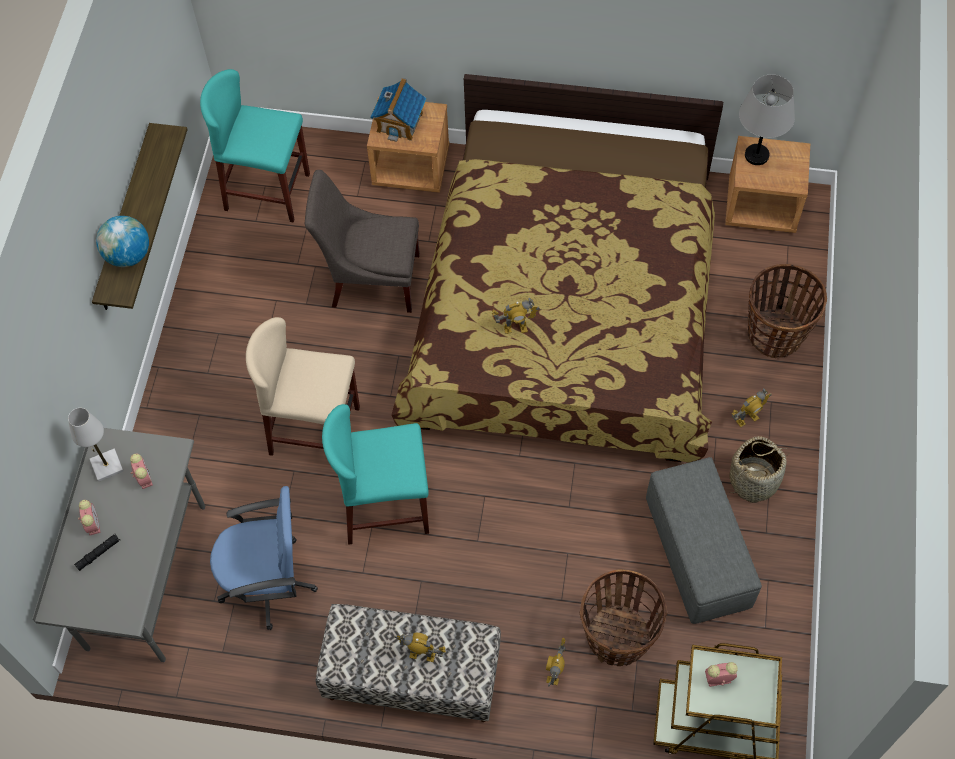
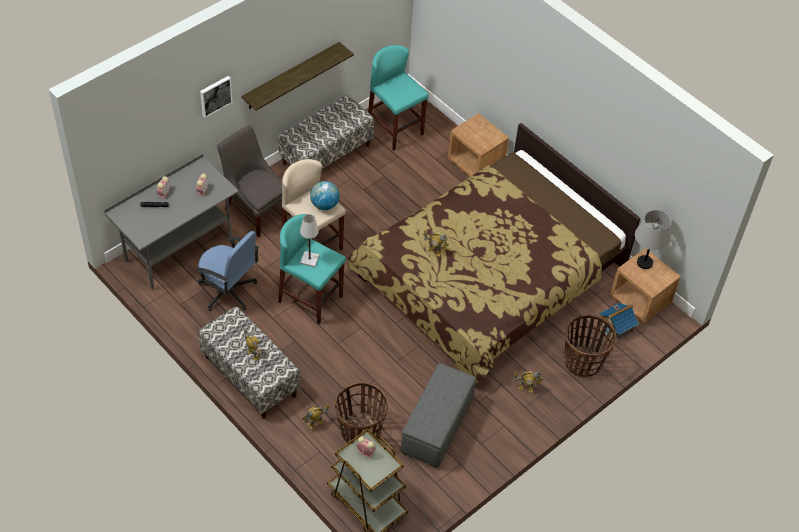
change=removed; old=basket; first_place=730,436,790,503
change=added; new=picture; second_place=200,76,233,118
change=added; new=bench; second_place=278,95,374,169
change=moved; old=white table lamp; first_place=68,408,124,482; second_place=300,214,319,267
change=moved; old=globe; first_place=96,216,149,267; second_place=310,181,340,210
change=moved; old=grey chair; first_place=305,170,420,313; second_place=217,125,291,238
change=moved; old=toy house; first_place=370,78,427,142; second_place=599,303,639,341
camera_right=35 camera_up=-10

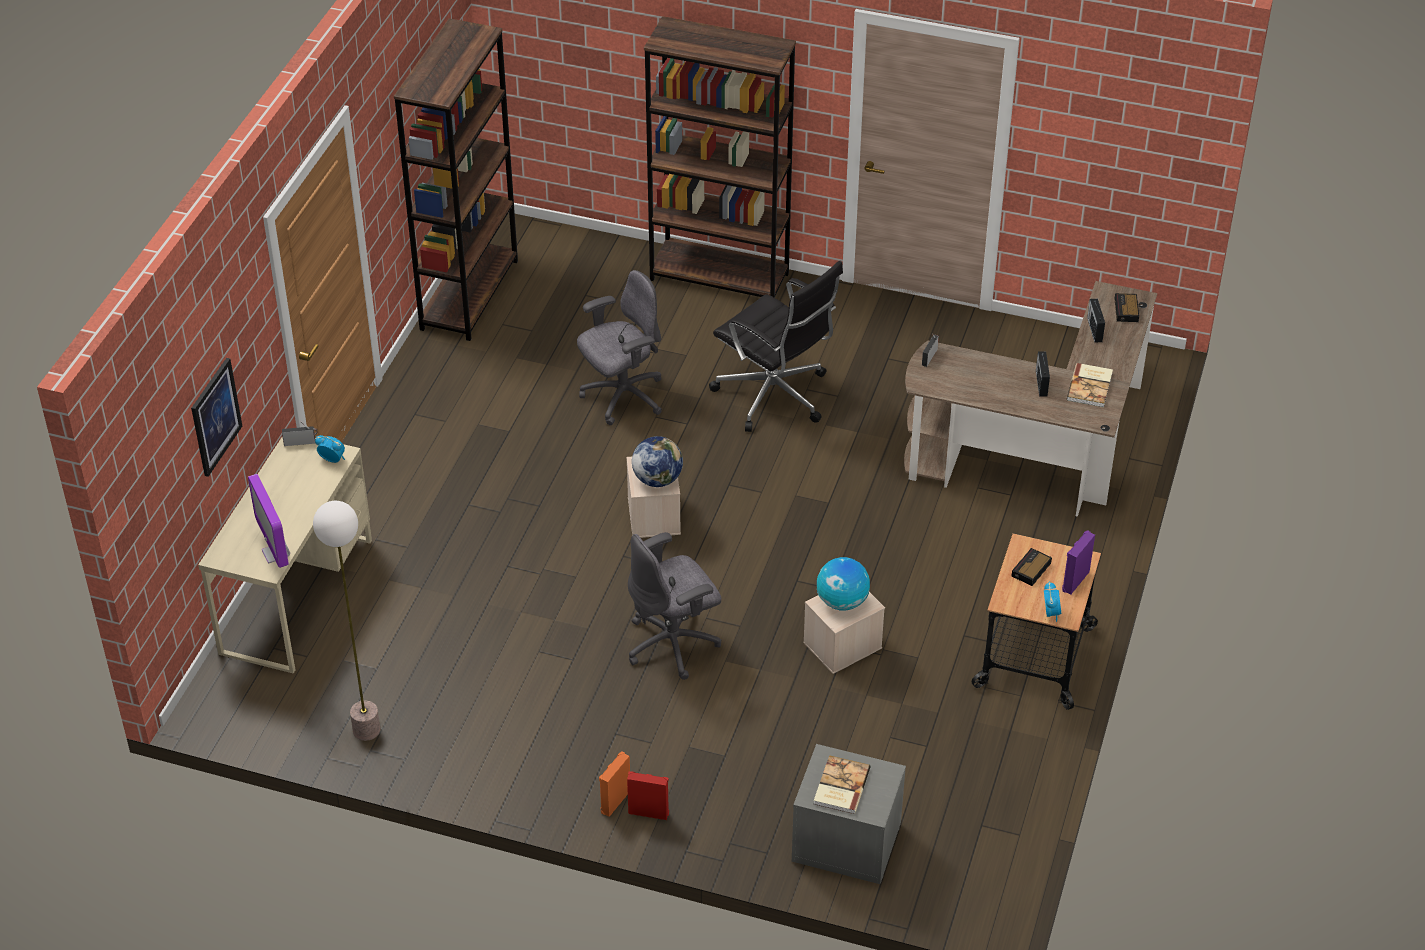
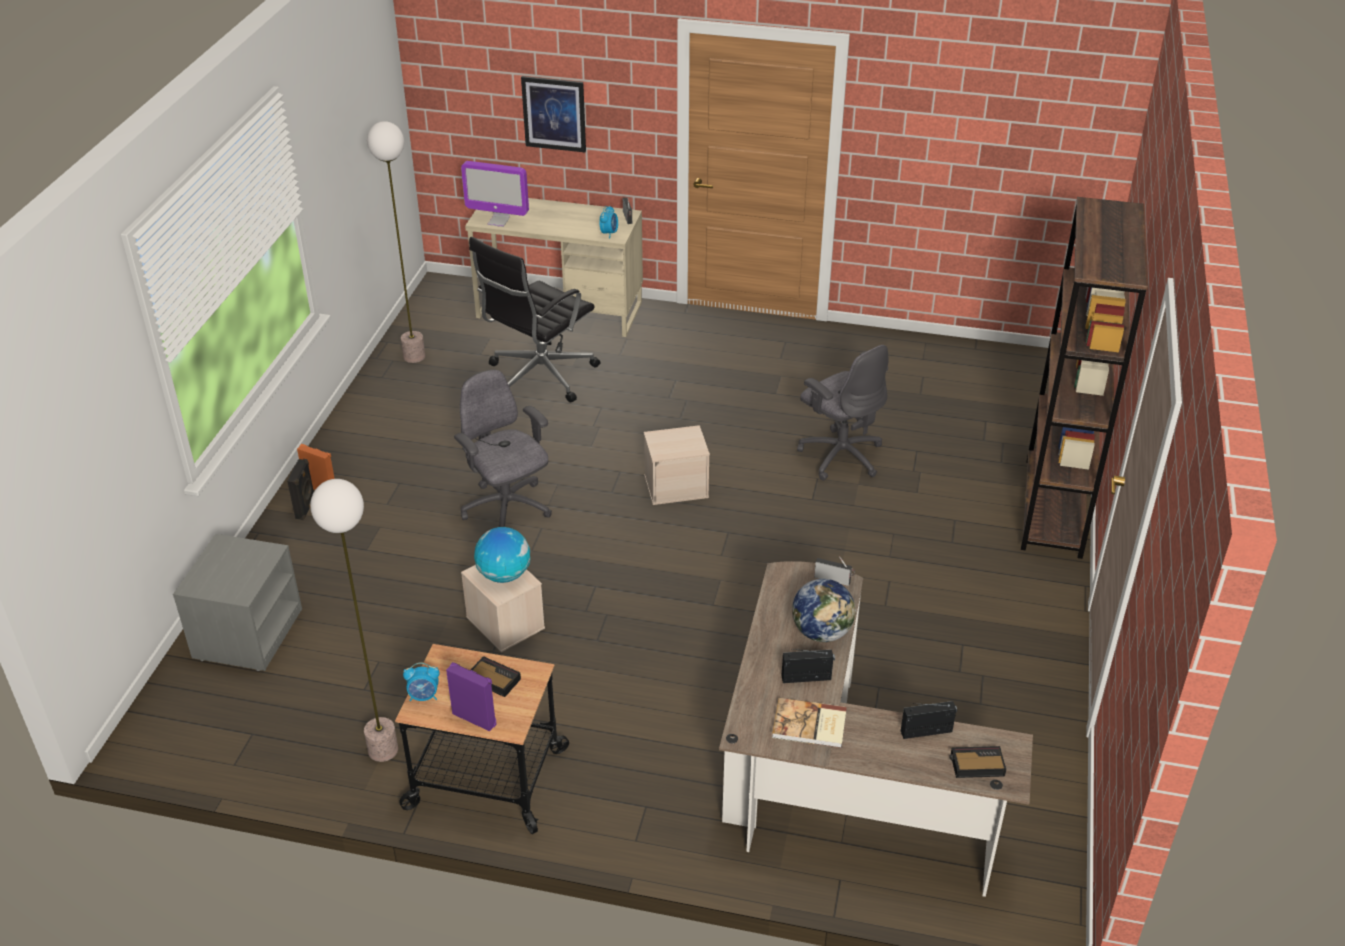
change=removed; old=brown bookcase; first_place=394,18,518,341
change=removed; old=book; first_place=814,755,871,814
change=added; new=floor lamp; second_place=310,479,398,762
change=moved; old=globe; first_place=632,436,683,487; second_place=792,579,856,642
change=moved; old=black office chair; first_place=709,261,843,432; second_place=469,237,600,402
change=recoloured; old=red speaker; new=black speaker; first_place=627,771,669,820; second_place=287,459,314,520
change=turned; old=monitor; first_place=248,474,290,568; second_place=461,161,529,227; degrees=-135
camera_right=85 camera_up=-5

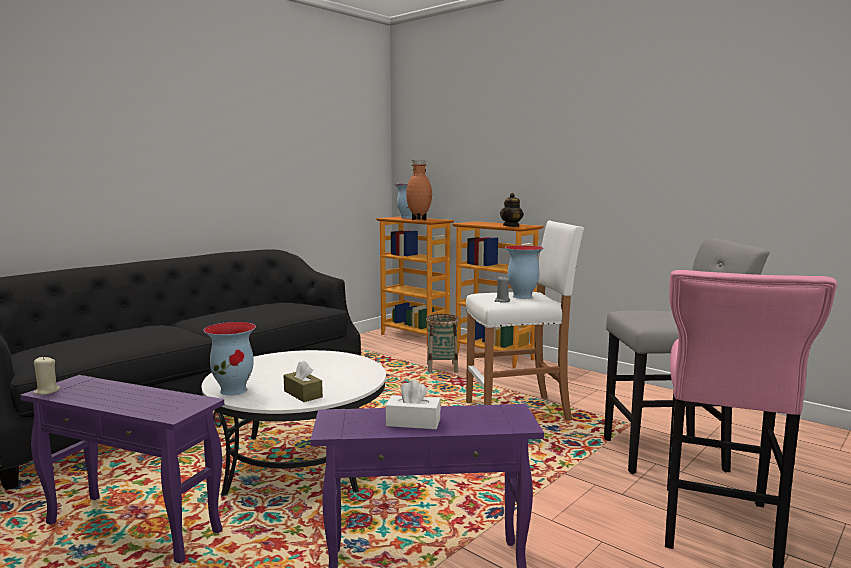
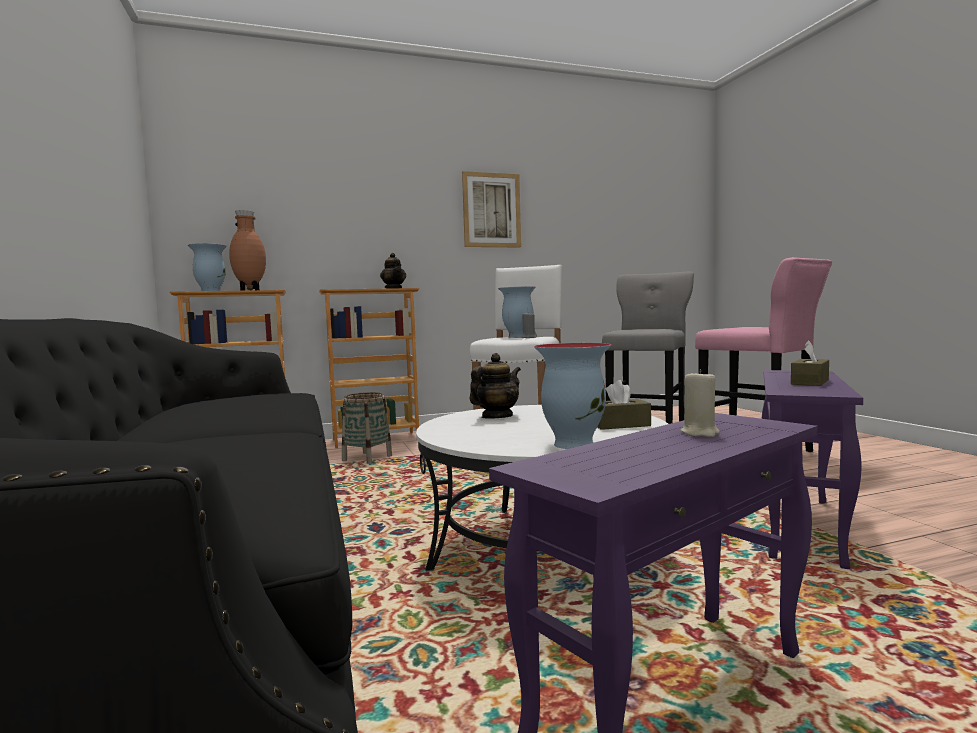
change=added; new=picture; second_place=462,171,521,247
change=added; new=teapot; second_place=469,353,521,418
change=moved; old=beige candle; first_place=33,356,60,395; second_place=680,369,720,437
change=recoloured; old=white tissue box; new=brown tissue box; first_place=385,380,441,429; second_place=791,341,829,386
camera_right=-60 camera_up=-5

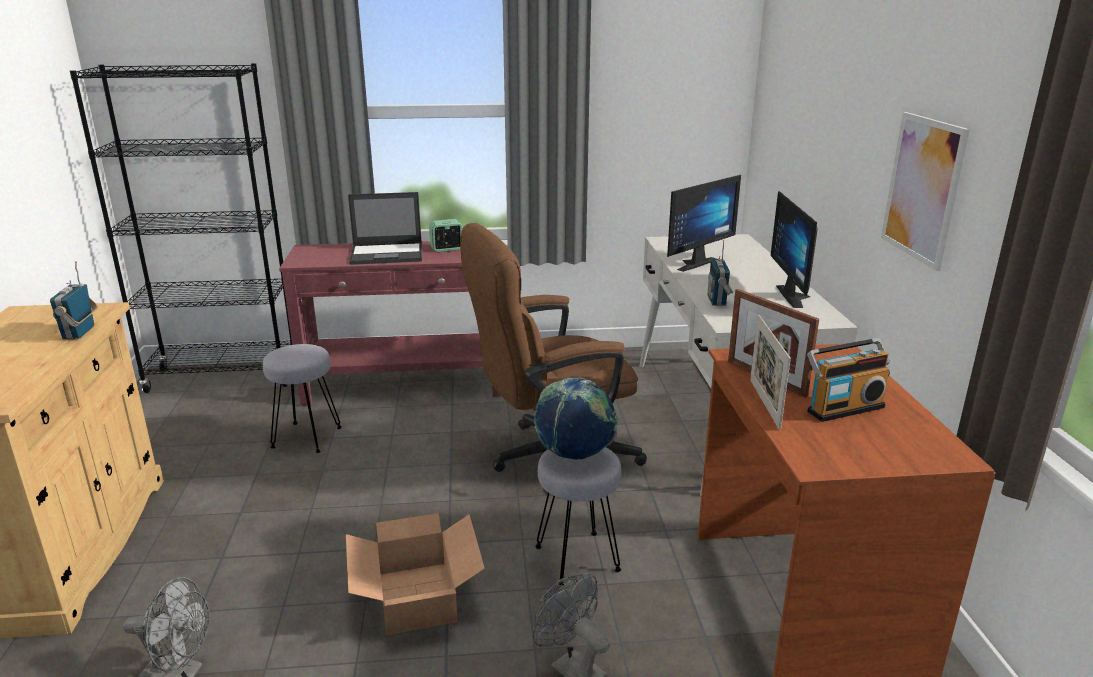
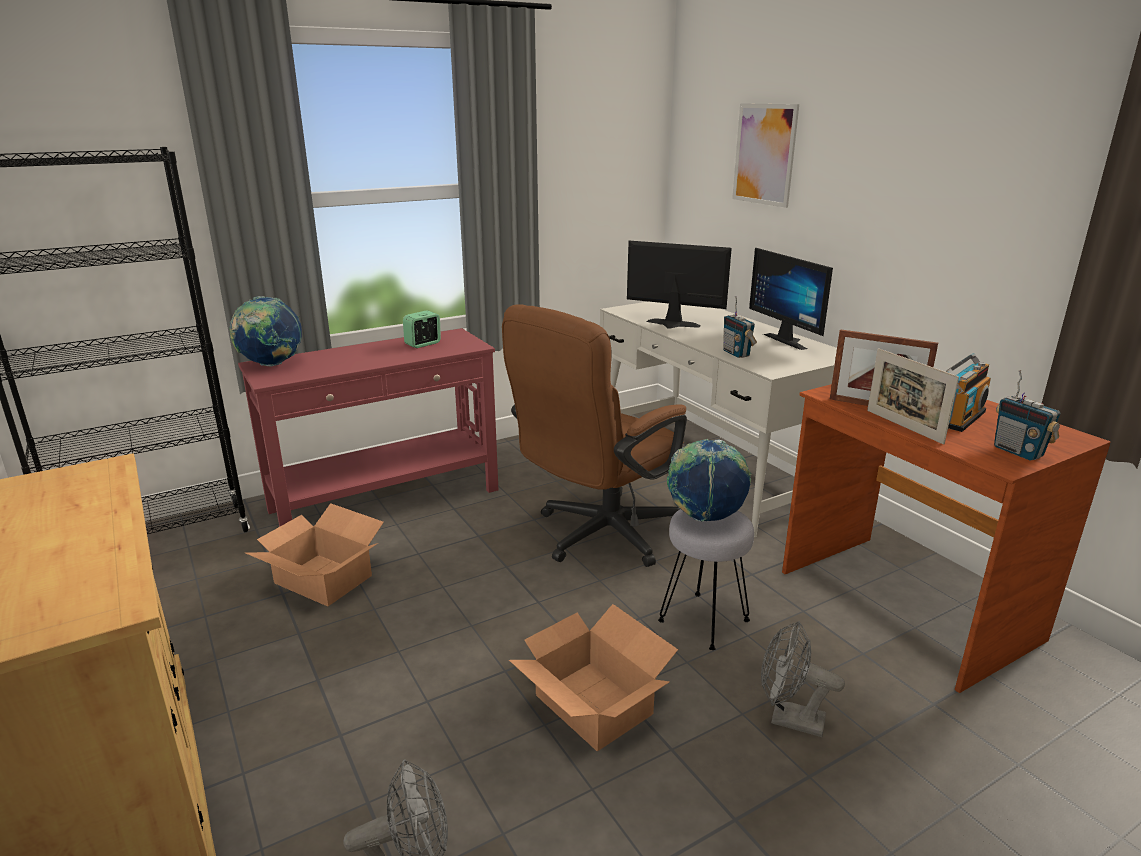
change=removed; old=laptop; first_place=348,192,422,265
change=added; new=globe; second_place=230,296,302,367
change=moved; old=radio; first_place=50,262,98,339; second_place=994,370,1061,461
change=moved; old=picture; first_place=881,112,970,271; second_place=732,103,799,208
change=replaced; old=grey stool; new=cardboard box; first_place=263,344,342,453; second_place=246,503,384,606
change=turned; old=monitor; first_place=667,175,741,272; second_place=627,241,732,329; degrees=-90
camera_right=-25 camera_up=0

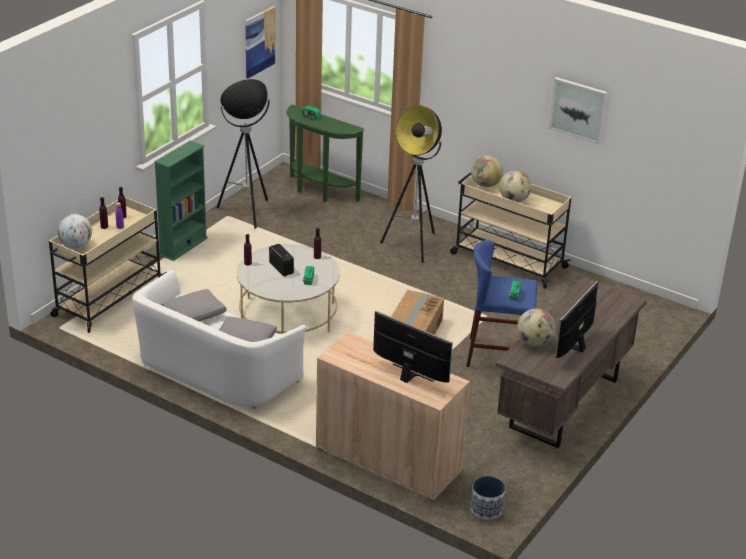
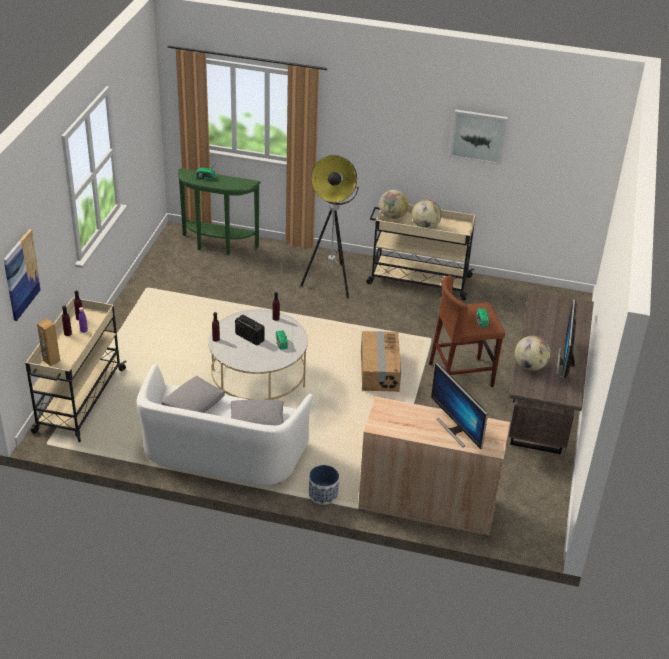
change=removed; old=green bookcase; first_place=154,141,208,261
change=removed; old=floor lamp; first_place=217,79,270,229
change=moved; old=picture; first_place=245,6,276,78; second_place=3,229,41,321
change=moved; old=planter; first_place=470,476,505,520; second_place=309,465,339,505
change=replaced; old=globe; new=brown speaker; first_place=57,214,92,248; second_place=37,319,60,366
change=recoloured; old=blue stool; new=brown stool; first_place=466,240,537,367; second_place=429,275,505,387
change=turned; old=monitor; first_place=373,311,453,383; second_place=431,363,488,449; degrees=-135
camera_right=-20 camera_up=5

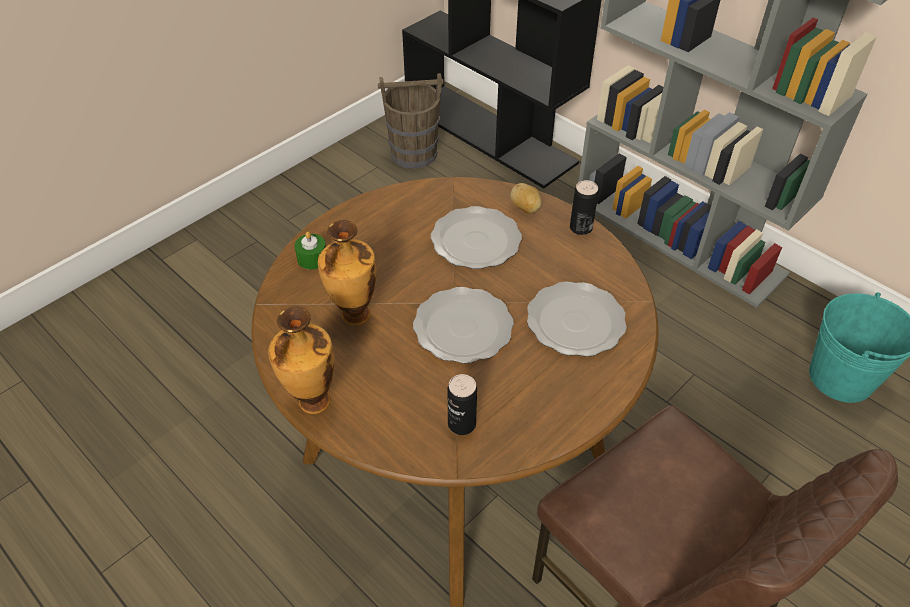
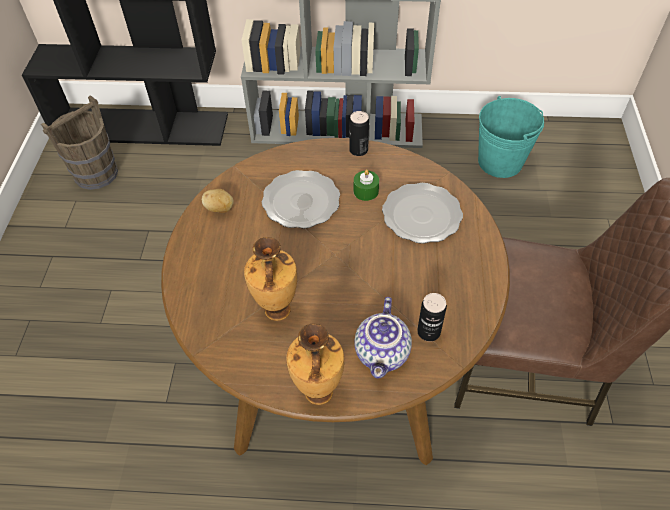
change=removed; old=plate; first_place=413,287,514,364
change=added; new=teapot; second_place=354,297,412,379
change=moved; old=green candle; first_place=294,232,326,270; second_place=354,169,379,201
change=moved; old=potato; first_place=510,183,542,214; second_place=202,189,234,213
camera_right=-40 camera_up=5

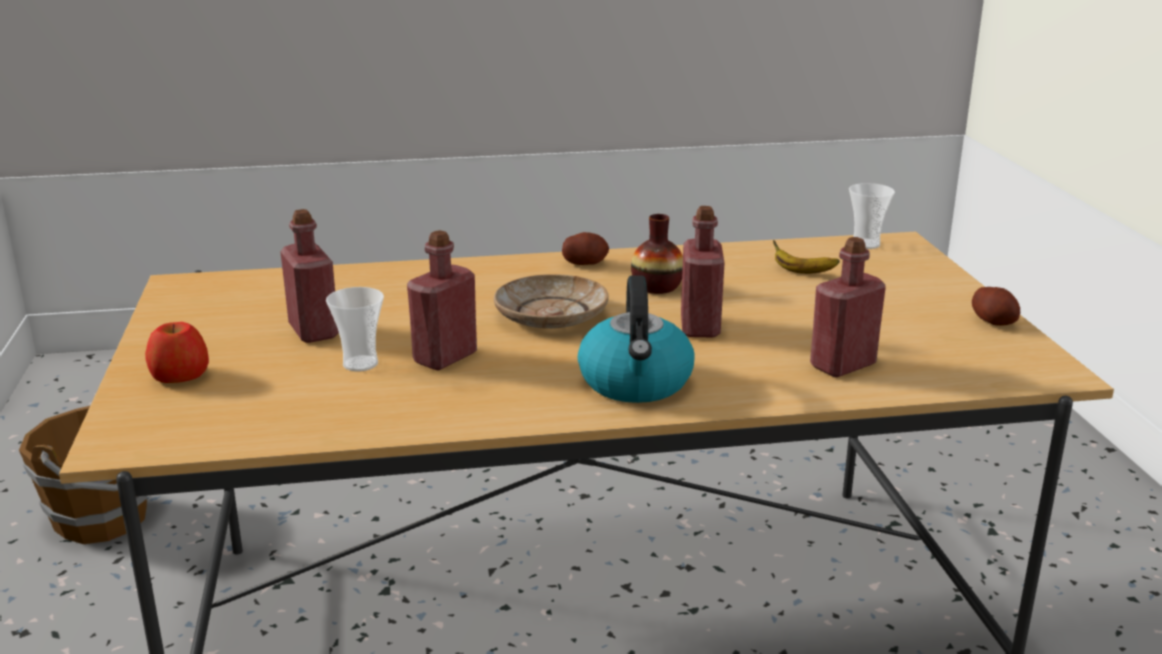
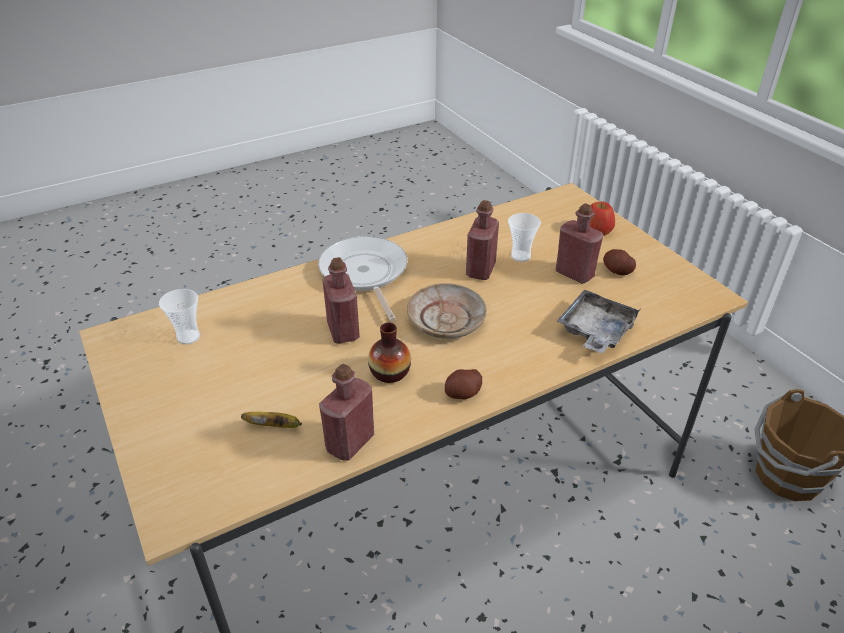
change=added; new=grey tray; second_place=557,289,641,354
change=moved; old=red bottle; first_place=810,237,886,378; second_place=319,364,374,460
change=moved; old=cup; first_place=849,183,895,249; second_place=159,289,200,345
change=moved; old=potato; first_place=972,287,1020,326; second_place=603,249,636,275
change=replaced; old=kettle; new=frying pan; first_place=578,275,695,403; second_place=318,236,407,321
camera_right=160 camera_up=15

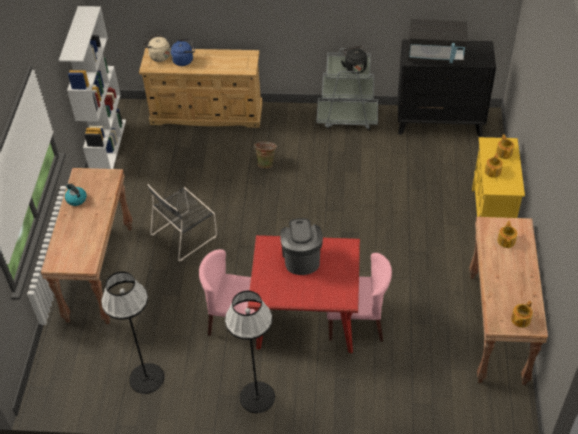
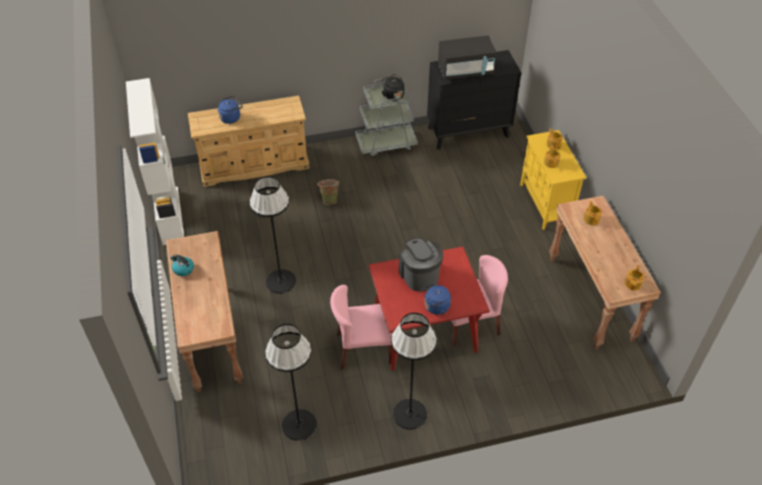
change=removed; old=beige kettle; first_place=143,34,171,62
change=added; new=blue kettle; second_place=421,284,451,315
change=replaced; old=black chair; new=black floor lamp; first_place=147,184,217,261; second_place=250,176,296,294
camera_right=-20 camera_up=0

